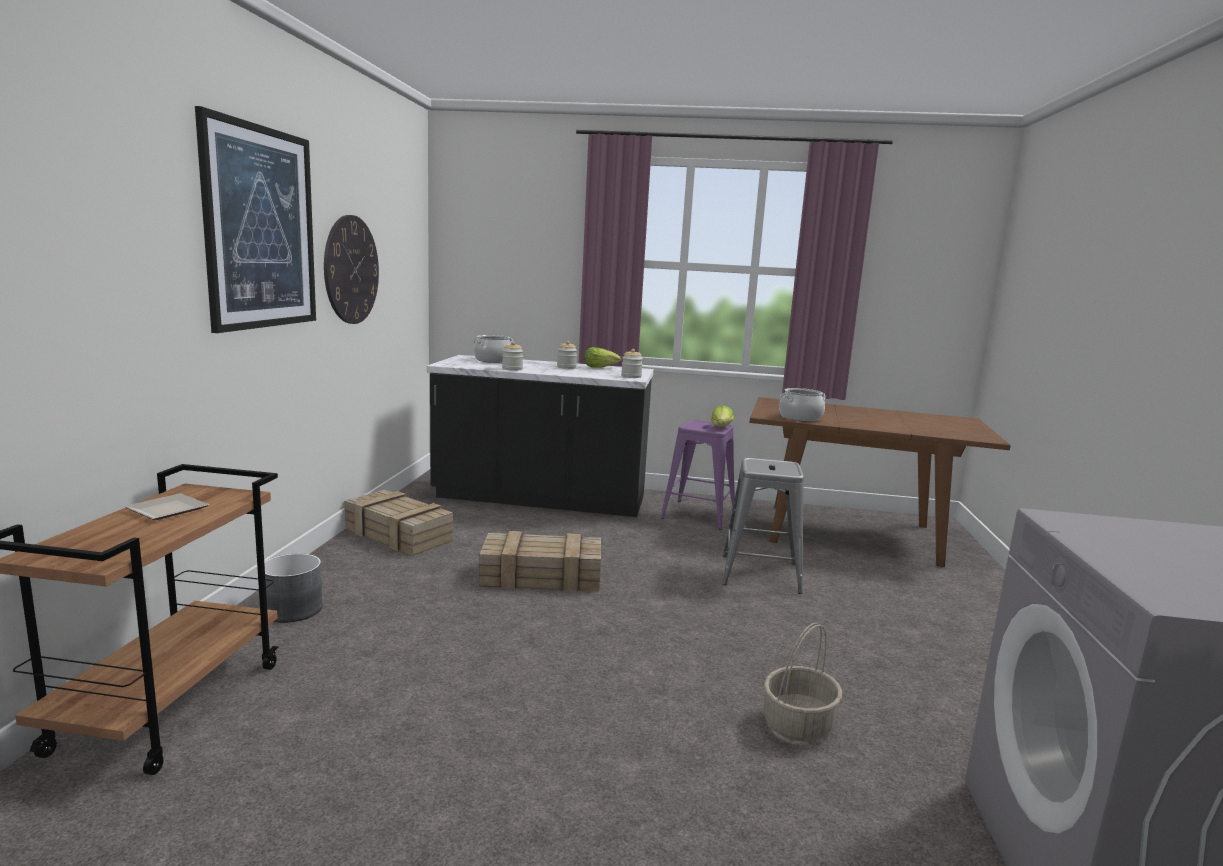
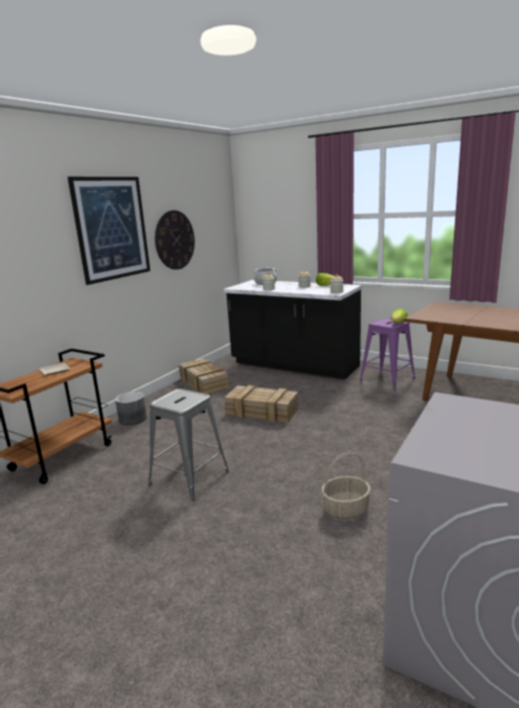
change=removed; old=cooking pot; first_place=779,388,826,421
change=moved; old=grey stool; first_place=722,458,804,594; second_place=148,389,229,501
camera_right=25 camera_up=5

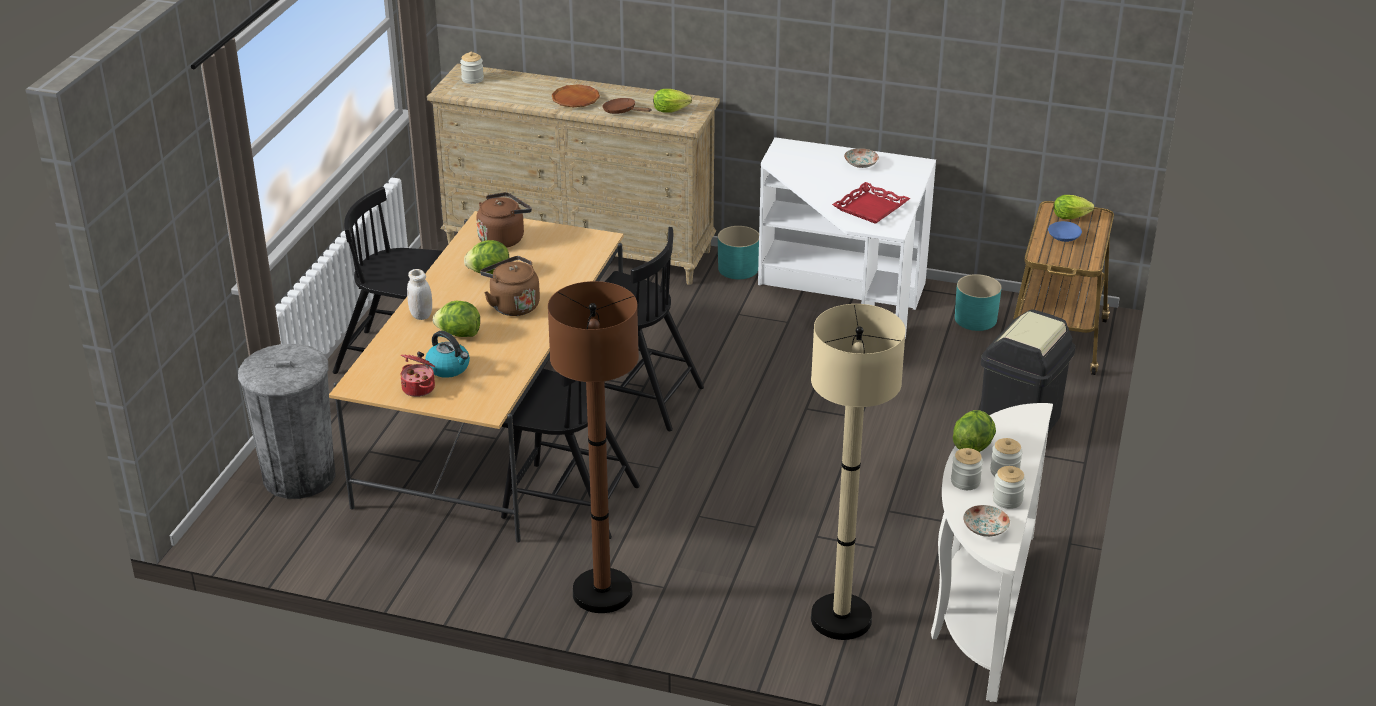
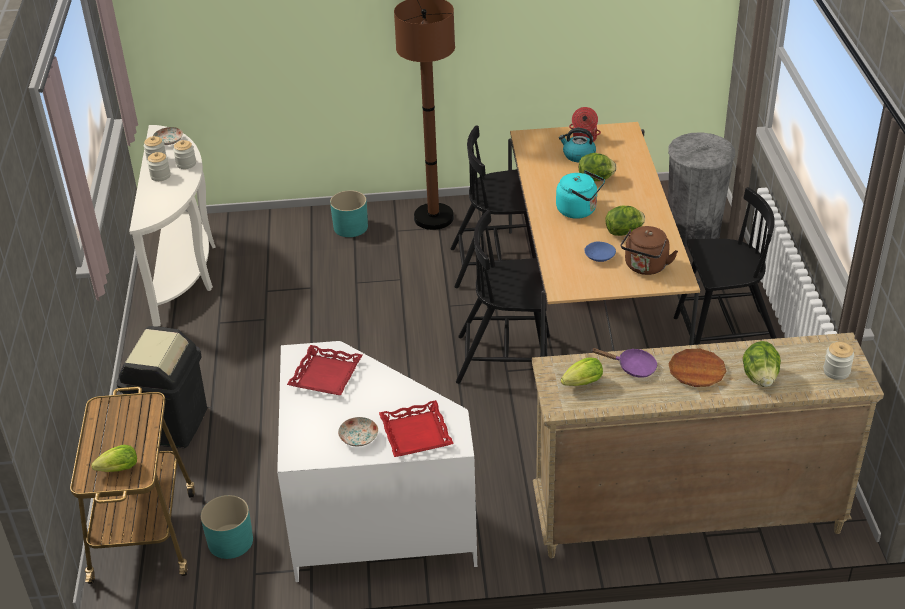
change=removed; old=white jar; first_place=407,269,432,320
change=removed; old=beige floor lamp; first_place=811,304,906,640
change=added; new=red tray; second_place=379,400,454,457
change=moved; old=turquoise planter; first_place=718,226,759,279; second_place=330,190,368,237
change=moved; old=lettuce; first_place=953,410,996,452; second_place=743,341,781,387
change=moved; old=blue bowl; first_place=1048,221,1082,242; second_place=584,242,616,262
change=recoloured; old=brown kettle; new=turquoise kettle; first_place=480,256,540,316; second_place=556,170,605,219
change=recoloured; old=brown frying pan; new=purple frying pan; first_place=602,98,652,114; second_place=592,348,657,378
camera_right=160 camera_up=5

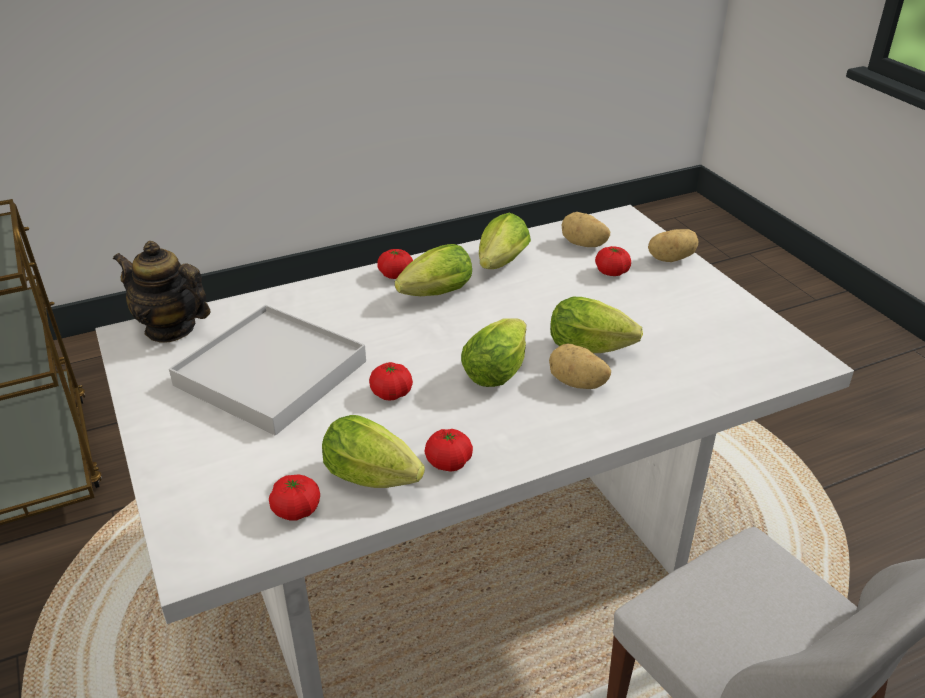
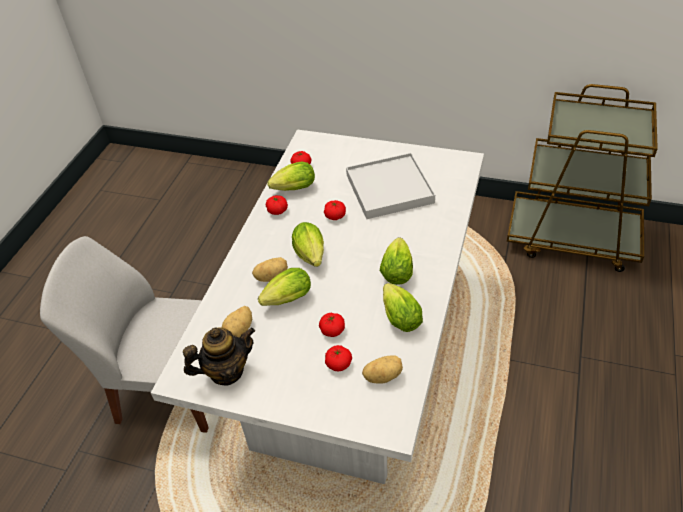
change=moved; old=teapot; first_place=113,241,210,343; second_place=183,327,255,386
change=moved; old=tomato; first_place=377,249,413,279; second_place=319,313,345,337
change=moved; old=potato; first_place=648,229,698,262; second_place=222,306,252,338
camera_right=135 camera_up=10

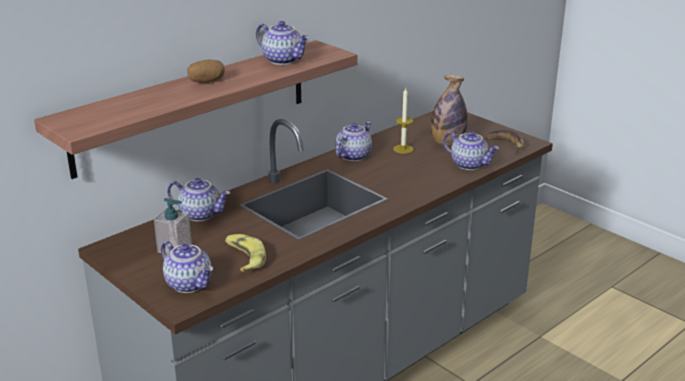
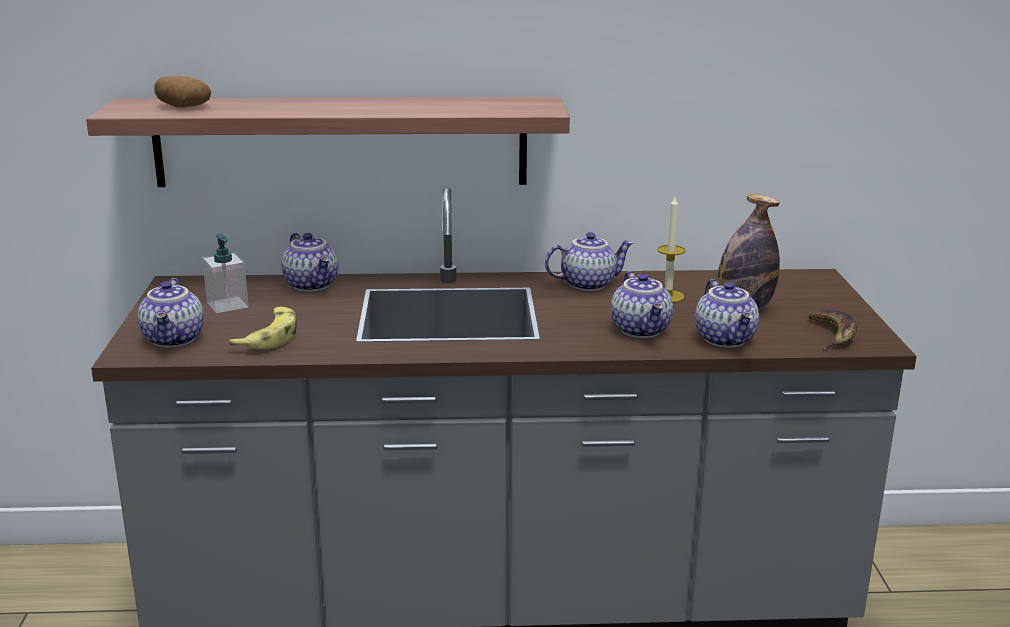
change=moved; old=potato; first_place=187,60,225,83; second_place=154,76,211,108
change=moved; old=teapot; first_place=256,21,309,65; second_place=611,271,673,338
camera_right=40 camera_up=-5

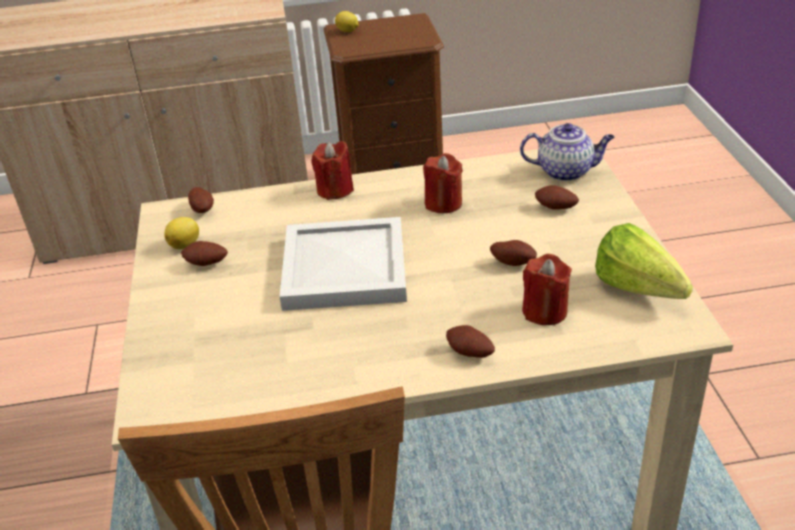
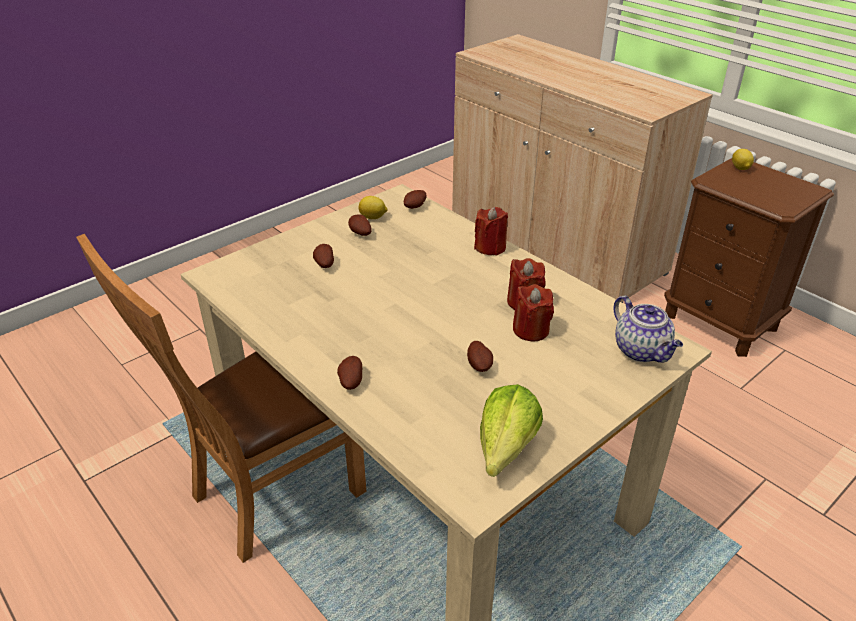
change=removed; old=white tray; first_place=279,217,407,311
change=moved; old=red candle; first_place=522,254,572,325; second_place=513,284,554,341
change=moved; old=potato; first_place=535,185,579,210; second_place=313,244,334,268
camera_right=55 camera_up=0

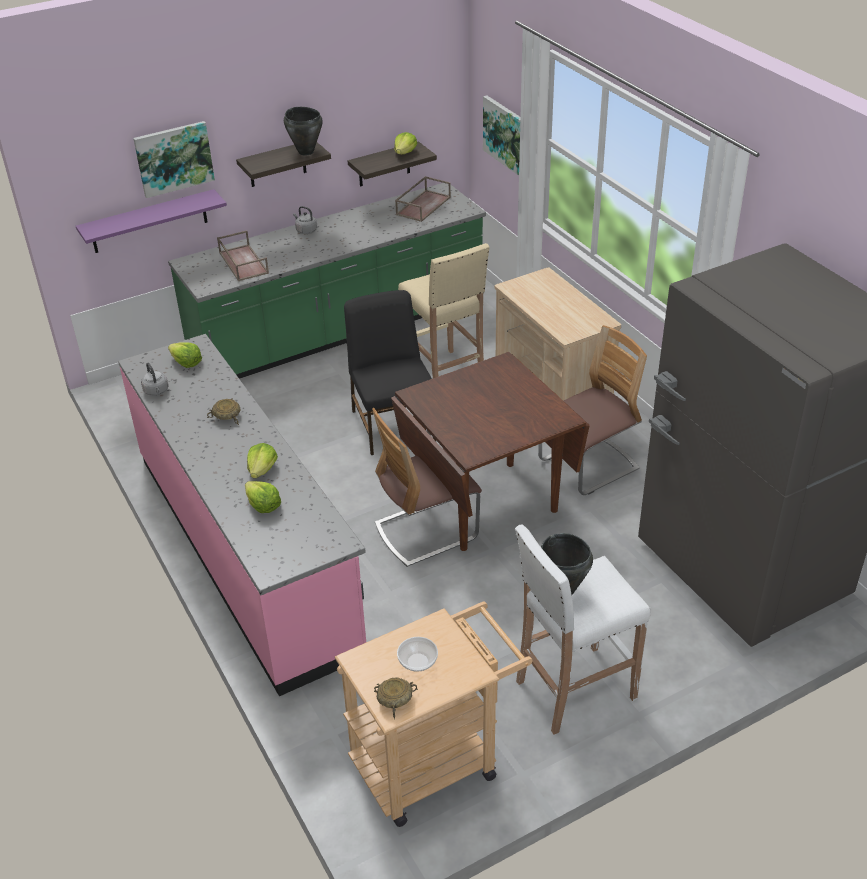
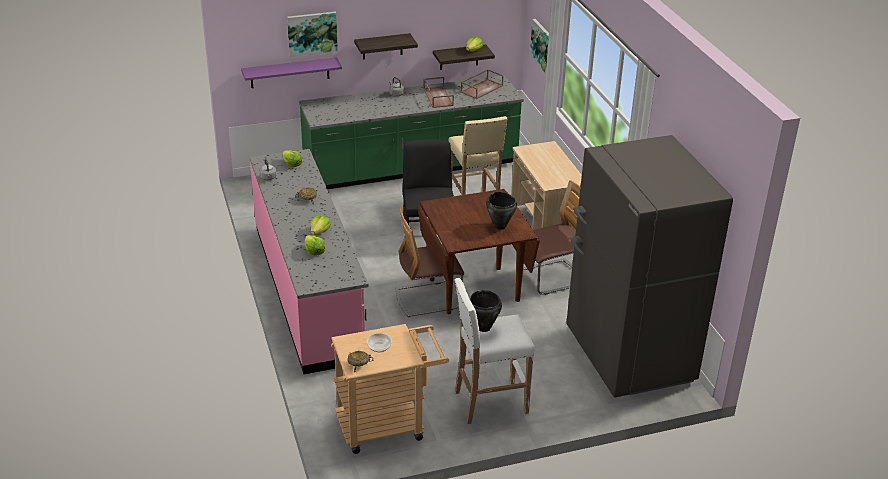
change=moved; old=brown tray; first_place=217,230,269,281; second_place=423,77,454,108
change=moved; old=black cooking pot; first_place=284,107,323,155; second_place=486,192,517,230
camera_right=10 camera_up=-5

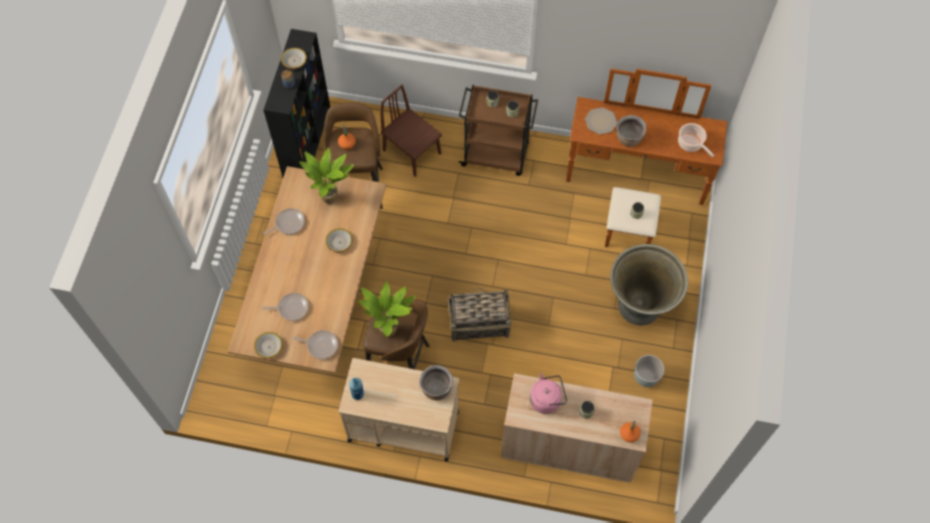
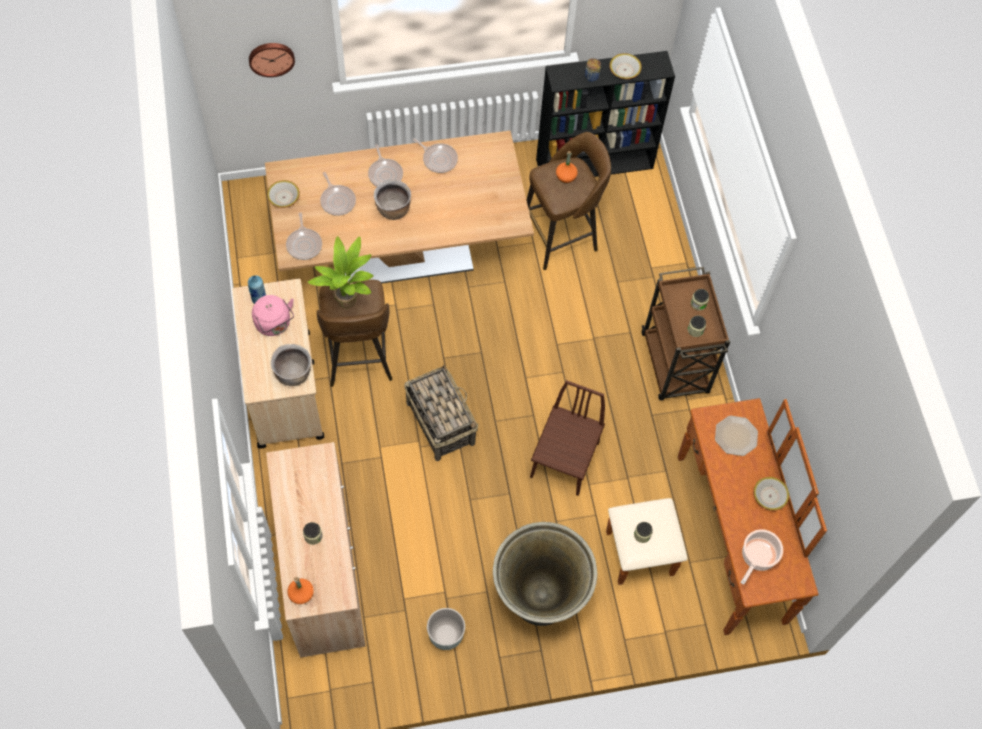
change=removed; old=potted plant; first_place=299,147,354,204
change=added; new=wall clock; second_place=249,43,295,77
change=added; new=frying pan; second_place=368,144,403,186
change=moved; old=bowl; first_place=326,228,353,252; second_place=753,477,789,511
change=moved; old=brown chair; first_place=380,85,442,177; second_place=530,380,605,496
change=moved; old=pink kettle; first_place=530,373,567,414; second_place=252,295,294,336
change=moved; old=brown cooking pot; first_place=616,115,646,147; second_place=374,180,411,220
camera_right=65 camera_up=0

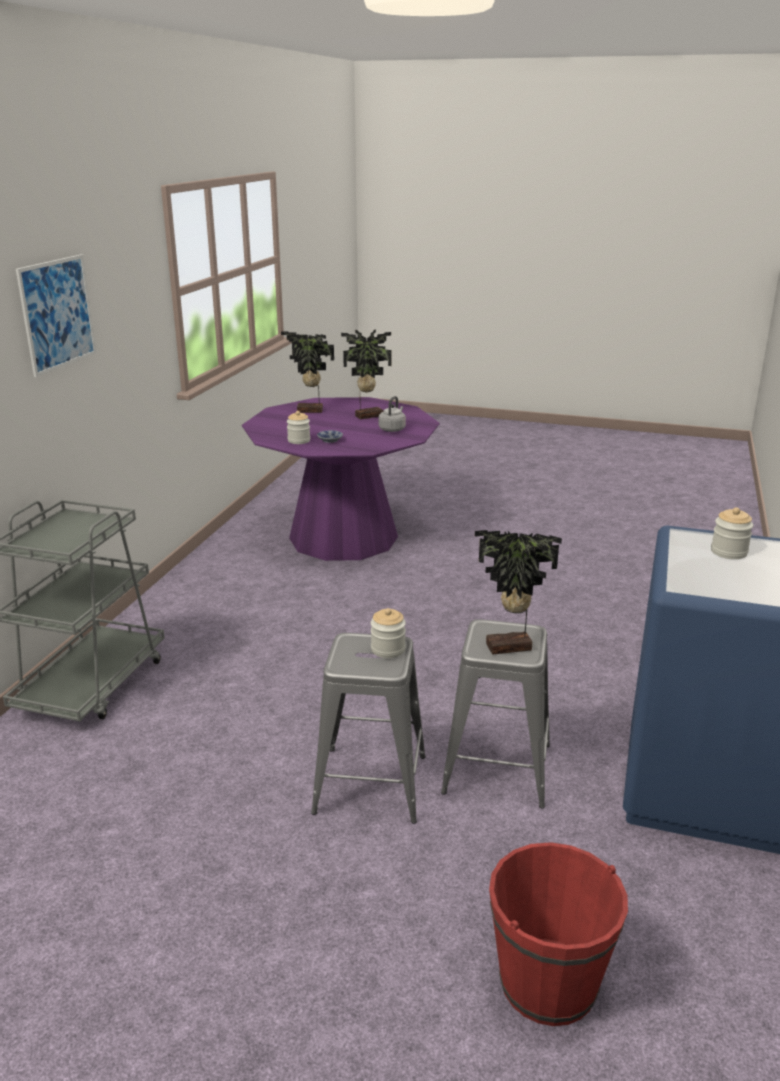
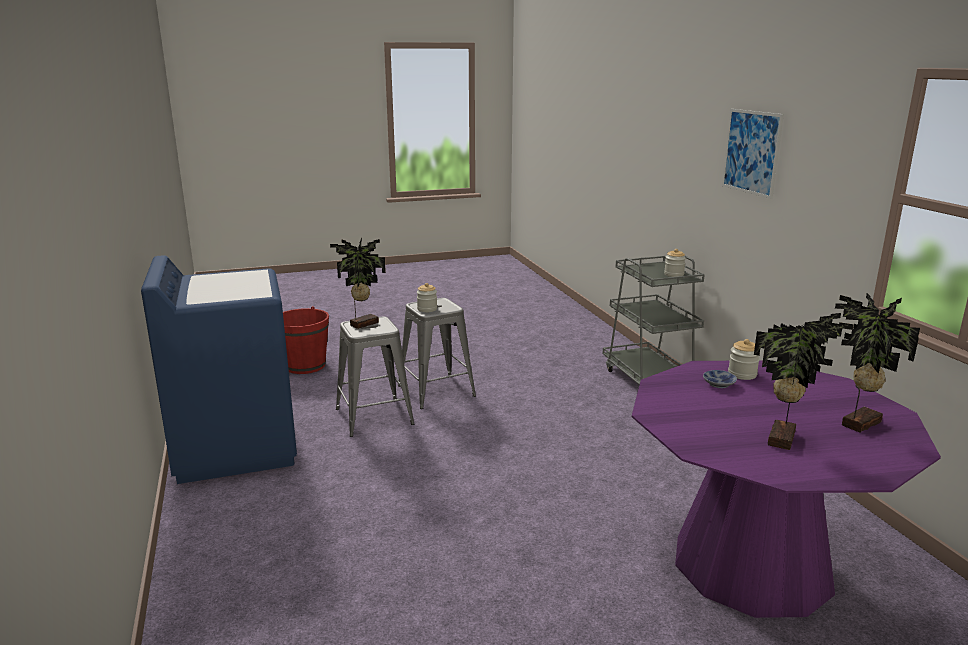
change=removed; old=grey kettle; first_place=378,396,406,432
change=moved; old=jar; first_place=711,507,753,559; second_place=664,249,686,277
camera_right=145 camera_up=-5

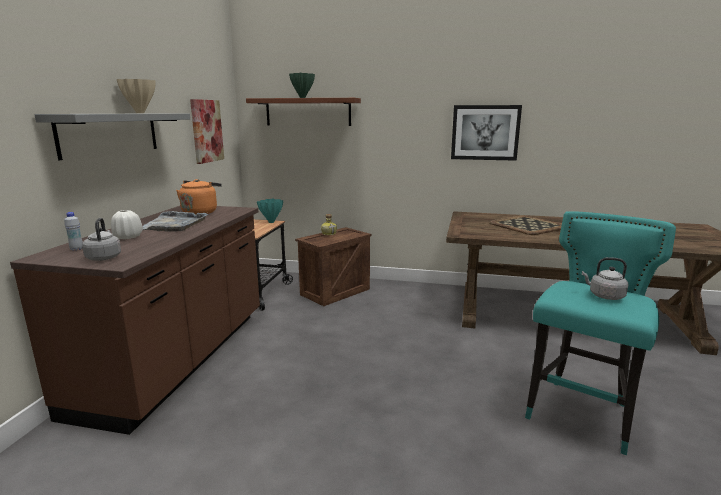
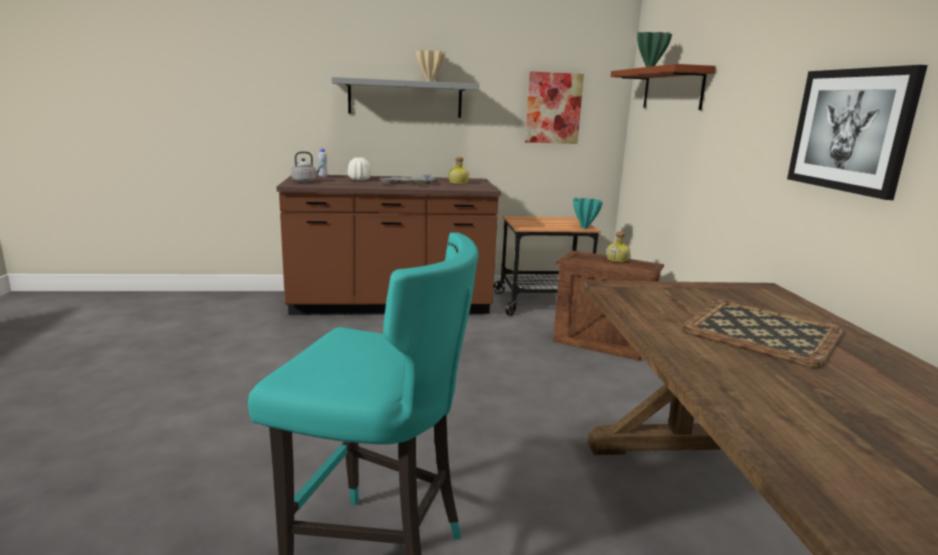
change=removed; old=grey kettle; first_place=582,257,628,300
change=replaced; old=orange kettle; new=bottle; first_place=176,179,222,214; second_place=448,157,469,184
camera_right=70 camera_up=0

